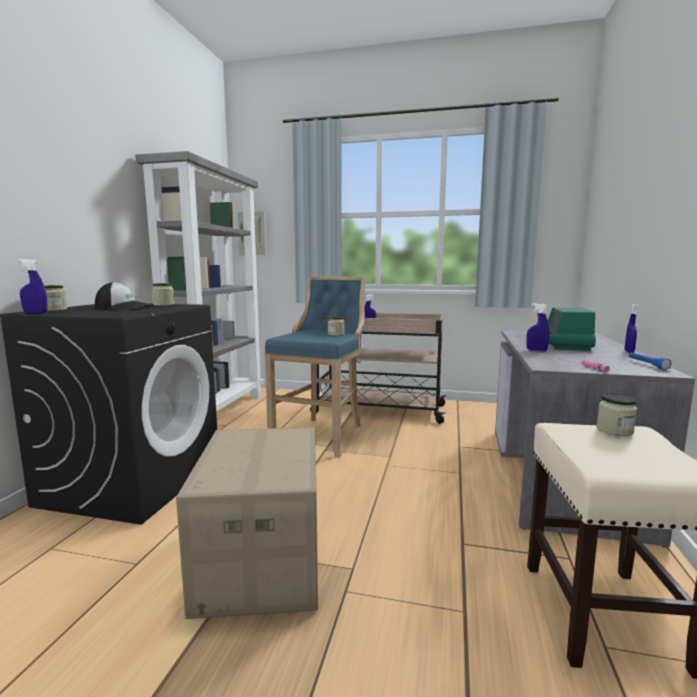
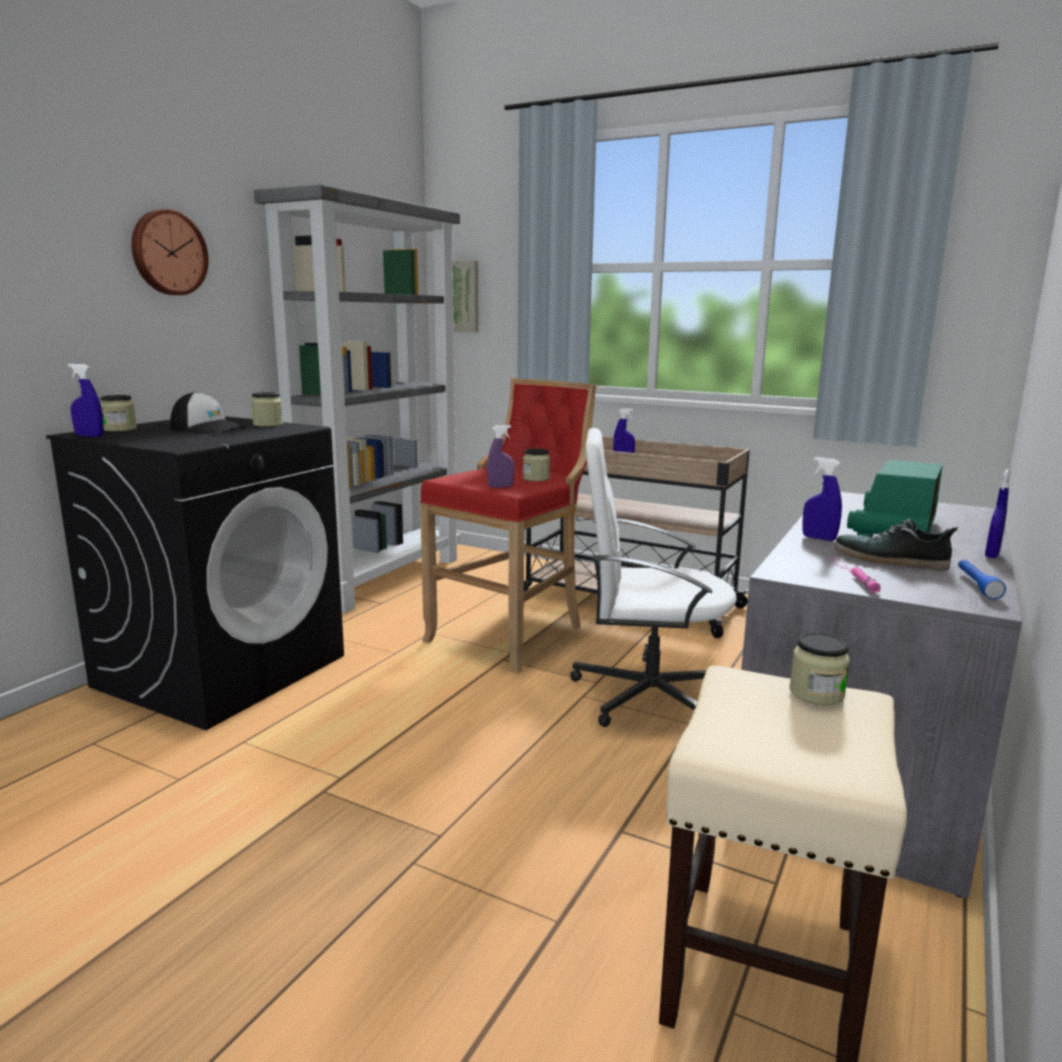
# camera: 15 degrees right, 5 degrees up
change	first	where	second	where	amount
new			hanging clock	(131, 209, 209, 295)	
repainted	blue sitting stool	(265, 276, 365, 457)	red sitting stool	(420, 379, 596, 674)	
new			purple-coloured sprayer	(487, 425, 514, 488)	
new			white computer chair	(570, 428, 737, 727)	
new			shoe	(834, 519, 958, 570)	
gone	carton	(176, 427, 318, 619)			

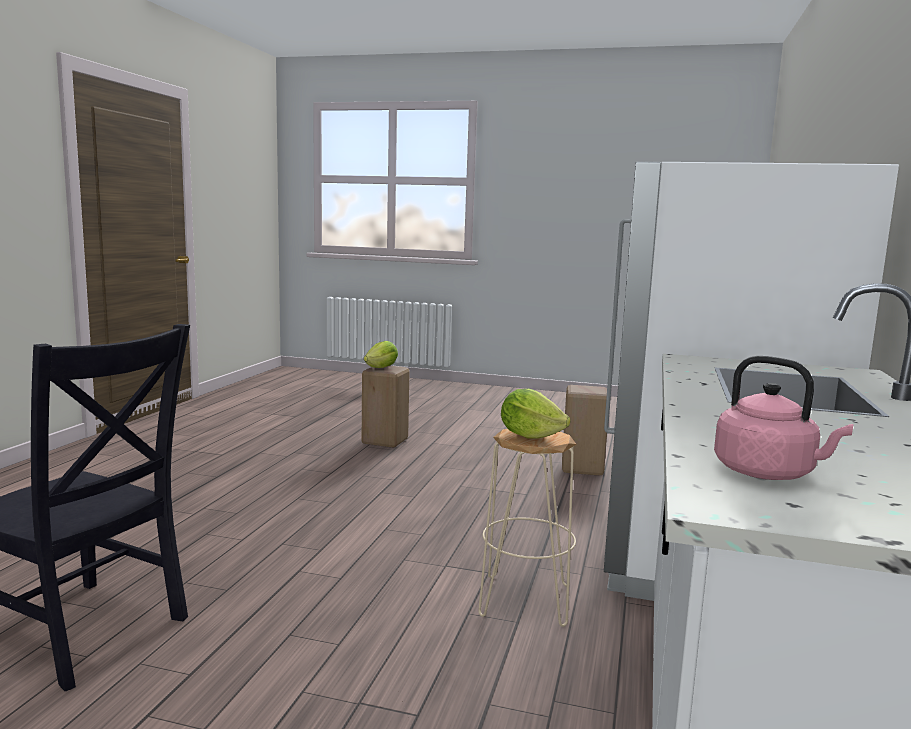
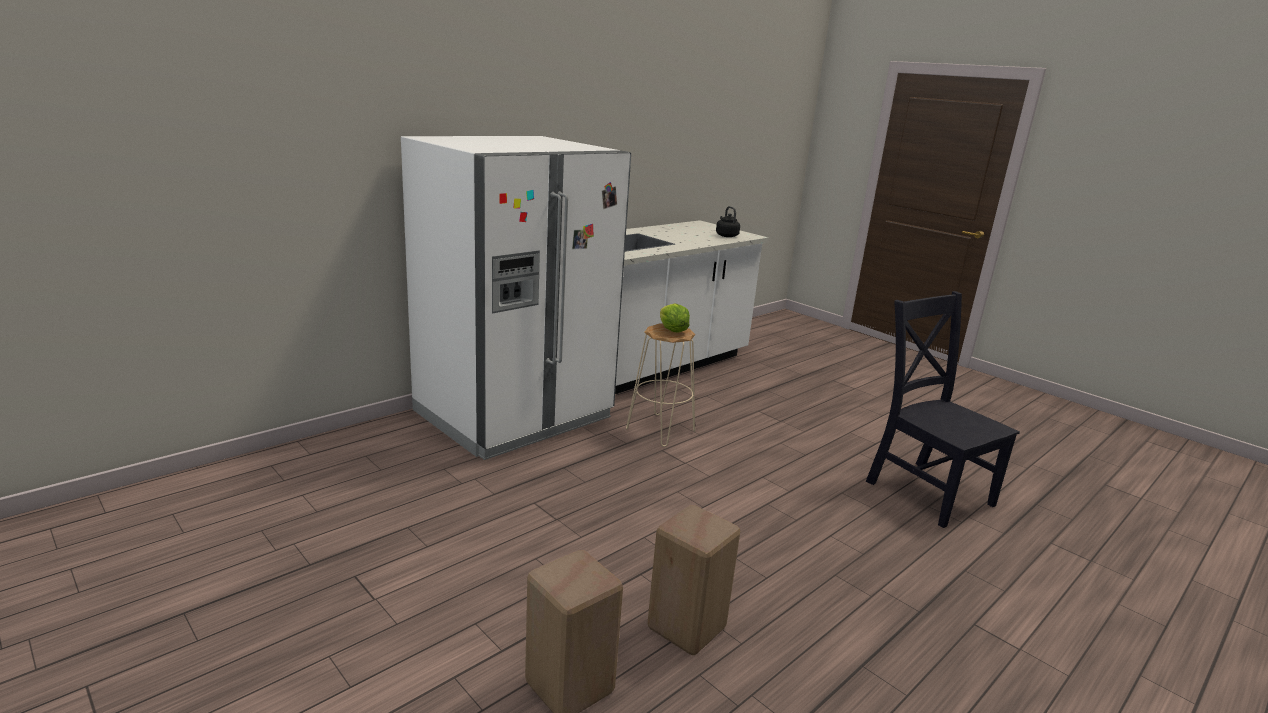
# camera: 150 degrees left, 10 degrees up
change	first	where	second	where	amount
shifted	sand-coloured sitting stool	(562, 385, 607, 476)		(647, 505, 740, 655)	
repainted	pink-coloured tea kettle	(714, 356, 853, 480)	blackish tea kettle	(716, 206, 740, 237)	
gone	lettuce head	(364, 341, 398, 368)			

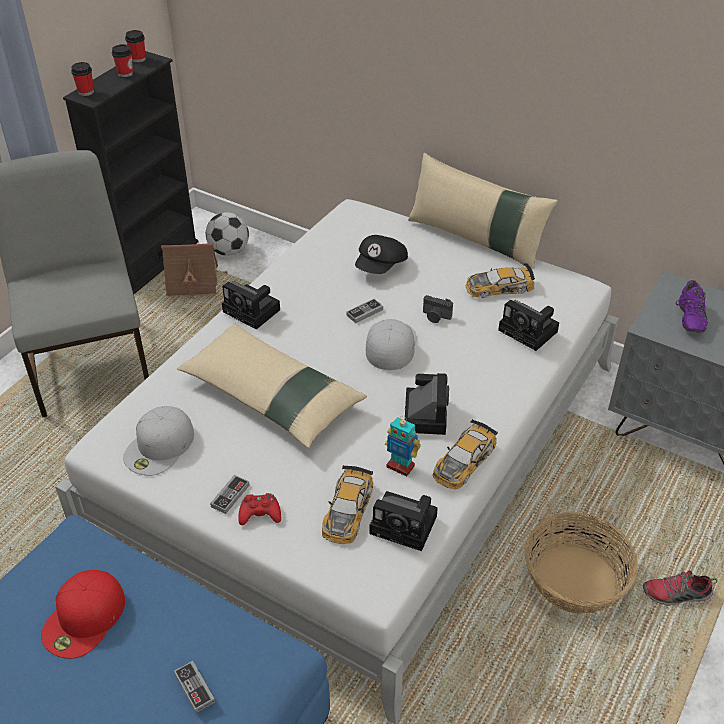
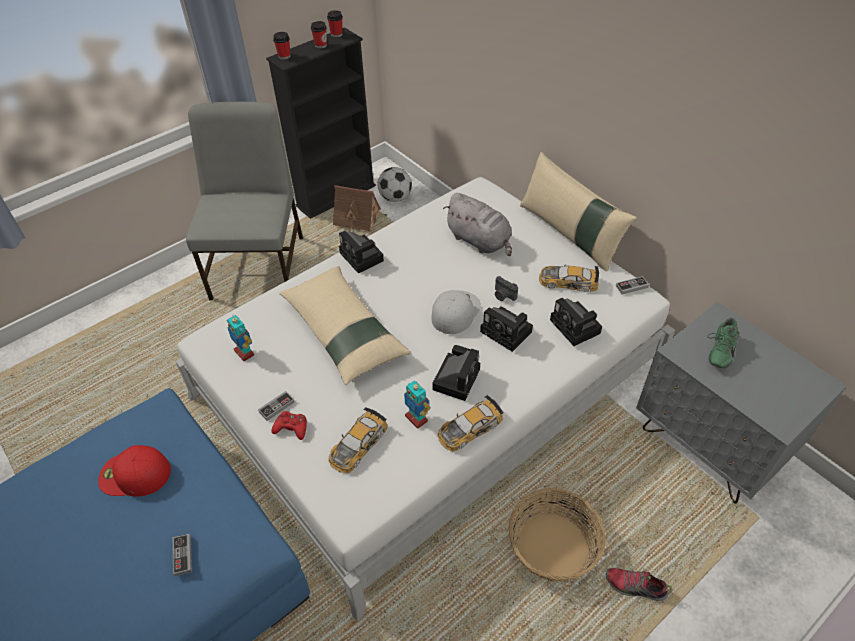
# camera: 20 degrees right, 5 degrees up
change	first	where	second	where	amount
rotated	red baseball cap	(41, 570, 125, 659)		(98, 445, 171, 497)	45 degrees clockwise
swapped	white baseball cap	(123, 406, 194, 476)	toy robot	(227, 315, 254, 361)	
swapped	blackish baseball cap	(355, 235, 408, 274)	gray cuddly toy	(443, 193, 512, 256)	
shifted	photo camera	(369, 491, 438, 551)		(480, 306, 533, 352)	
shifted	game controller	(347, 299, 383, 323)		(616, 276, 649, 294)	
repainted	purple-coloured shoe	(676, 280, 708, 333)	greenish shoe	(707, 318, 739, 368)	

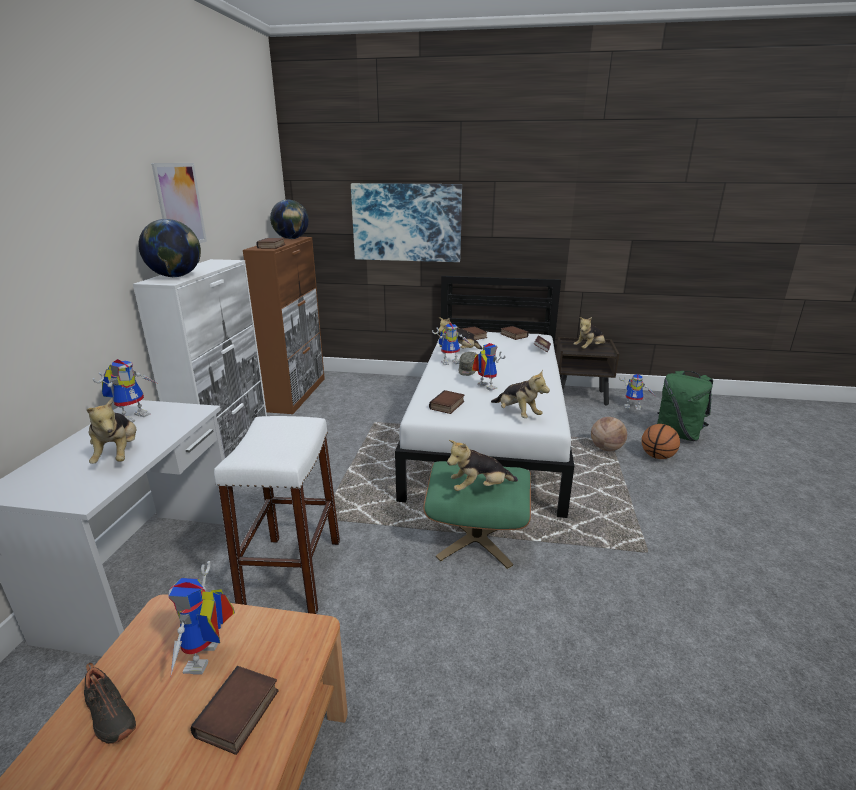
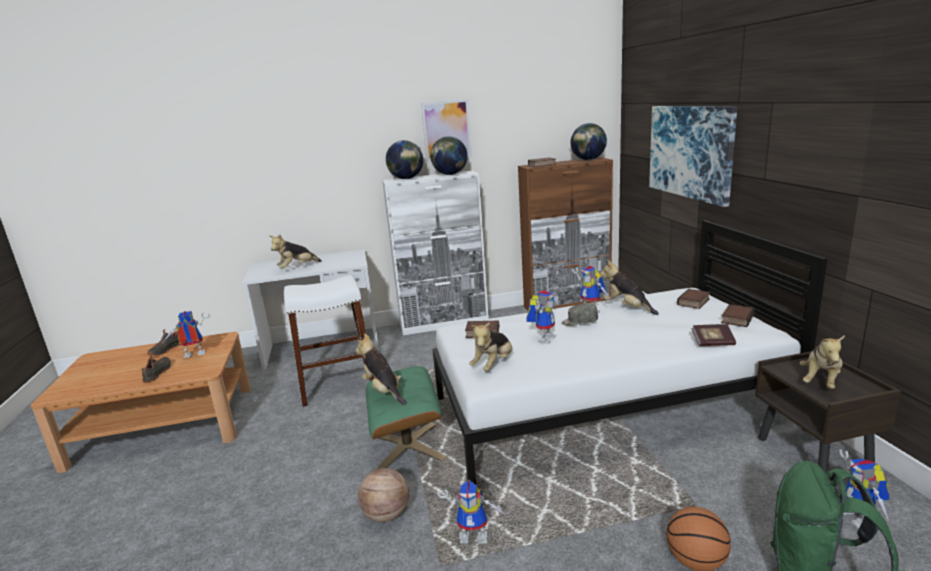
# camera: 70 degrees right, 5 degrees down
change	first	where	second	where	amount
swapped	bound book	(191, 666, 278, 755)	blackish shoe	(141, 355, 171, 382)	
shifted	basketball	(591, 417, 627, 451)		(358, 468, 409, 522)	
new			desk globe	(430, 136, 468, 175)	
shifted	toy robot	(93, 359, 157, 423)		(437, 480, 507, 544)	
rotated	cuddly toy	(574, 317, 605, 349)		(800, 335, 845, 389)	90 degrees counterclockwise

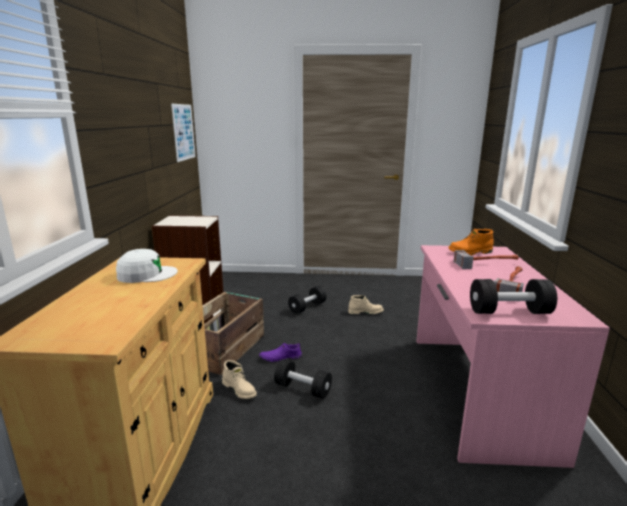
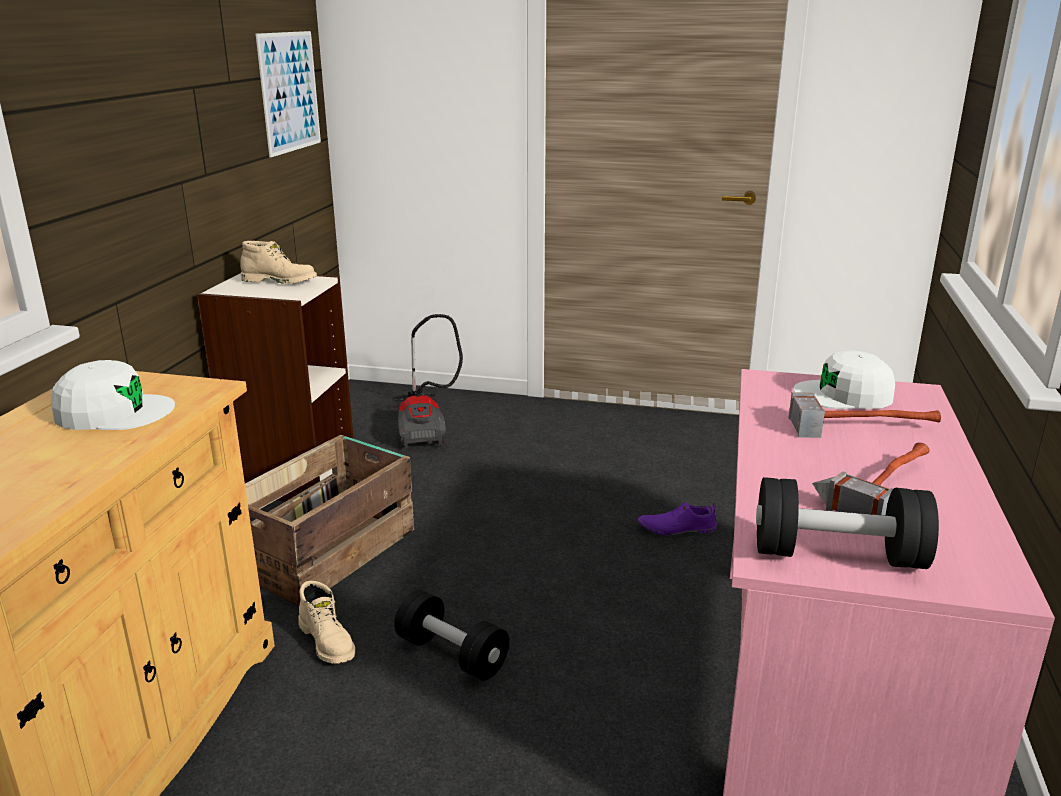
# camera: 10 degrees right, 5 degrees up
change	first	where	second	where	amount
shifted	sand-coloured boot	(348, 295, 384, 314)		(240, 241, 317, 284)	
new			vacuum cleaner	(392, 314, 463, 448)	
shifted	purple-coloured shoe	(259, 342, 302, 362)		(638, 502, 717, 535)	
swapped	orangey boot	(449, 229, 494, 255)	white baseball cap	(794, 351, 895, 409)	
gone	blackish free weight	(288, 286, 326, 314)			

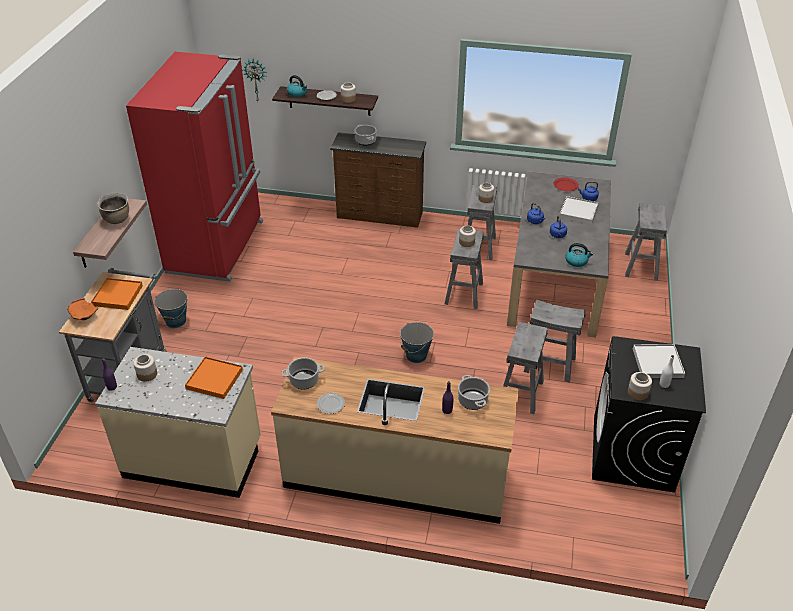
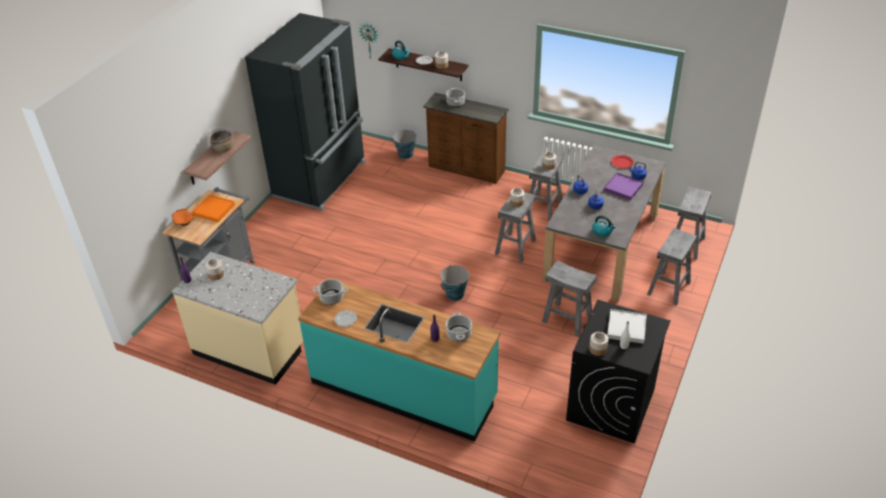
# camera: 15 degrees right, 0 degrees up
change	first	where	second	where	amount
repainted	red refrigerator	(126, 52, 263, 282)	blackish refrigerator	(245, 13, 366, 210)	
repainted	sand-coloured counter	(271, 357, 519, 524)	turquoise-coloured counter	(298, 278, 501, 442)	
shifted	water bucket	(155, 289, 187, 328)		(392, 130, 417, 159)	
repainted	white carrying tray	(559, 196, 598, 224)	purple-coloured carrying tray	(604, 173, 643, 200)	
shifted	gray sitting stool	(503, 322, 548, 414)		(647, 228, 697, 306)	
gone	orangey carrying tray	(185, 357, 243, 399)			

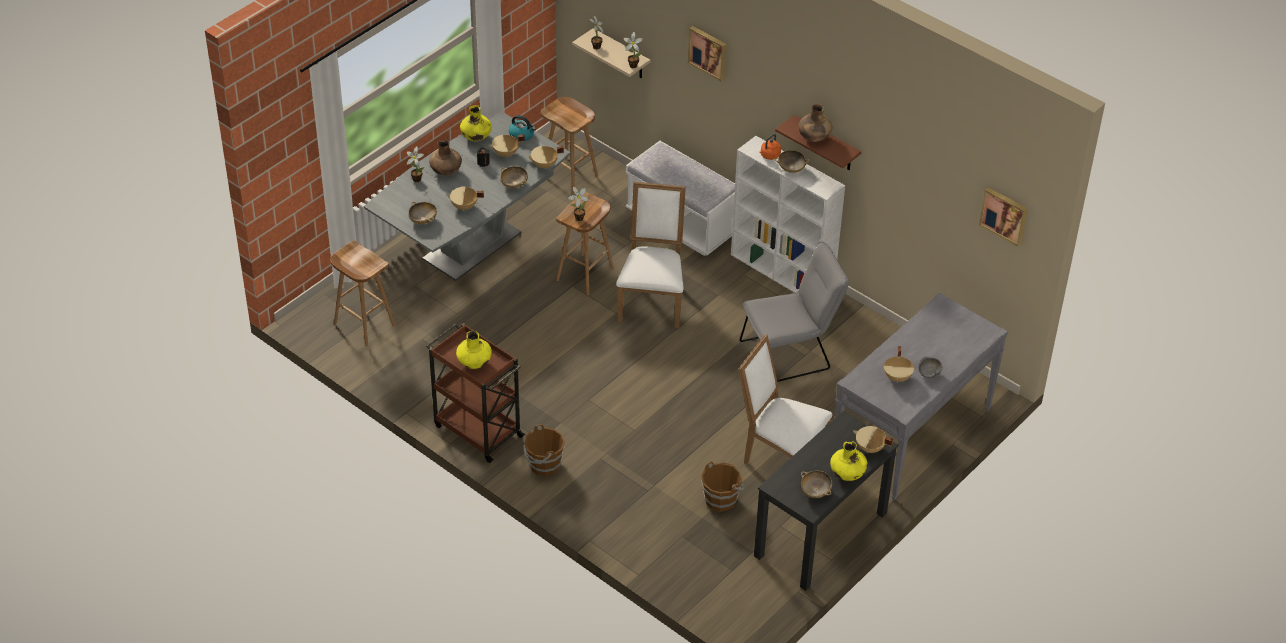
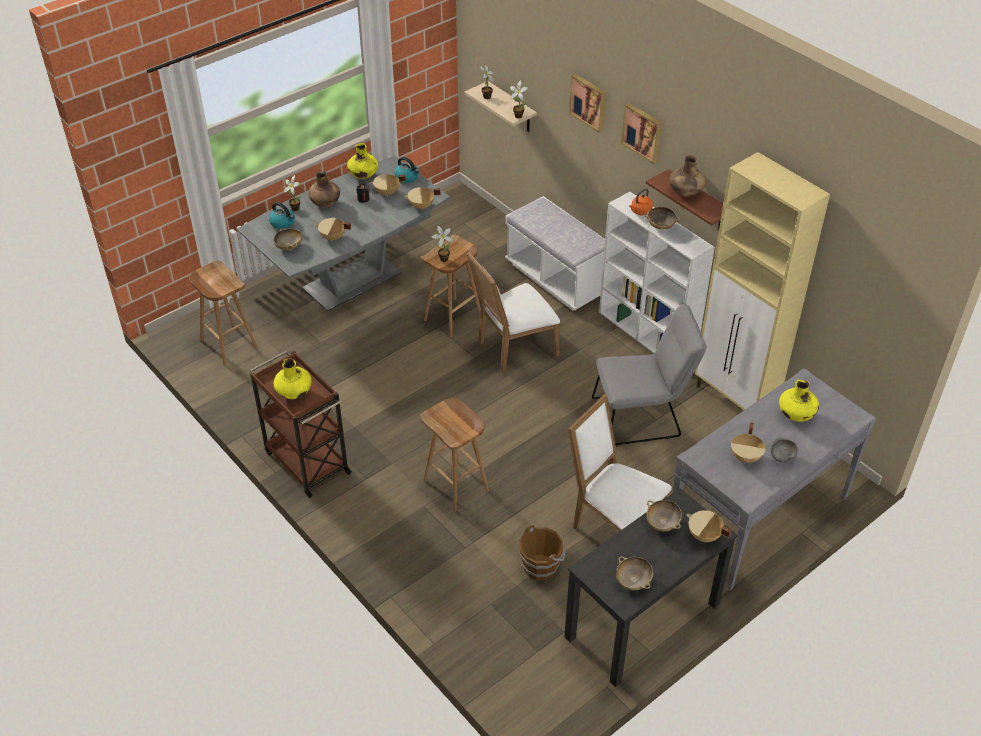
# camera: 10 degrees right, 0 degrees up
change	first	where	second	where	amount
new			tea kettle	(269, 202, 295, 229)	
shifted	brown sitting stool	(541, 97, 598, 194)		(420, 398, 489, 512)	
rotated	white upright chair	(616, 182, 686, 328)		(467, 252, 560, 372)	135 degrees counterclockwise
shifted	wall art	(979, 187, 1028, 247)		(621, 103, 662, 164)	
shifted	sand-coloured bowl	(500, 166, 528, 188)		(646, 500, 682, 531)	
new			sand-coloured cabinet	(695, 152, 830, 410)	
shifted	yellow-coloured vase	(830, 441, 868, 481)		(779, 379, 819, 422)	
gone	brown water bucket	(523, 424, 565, 476)			

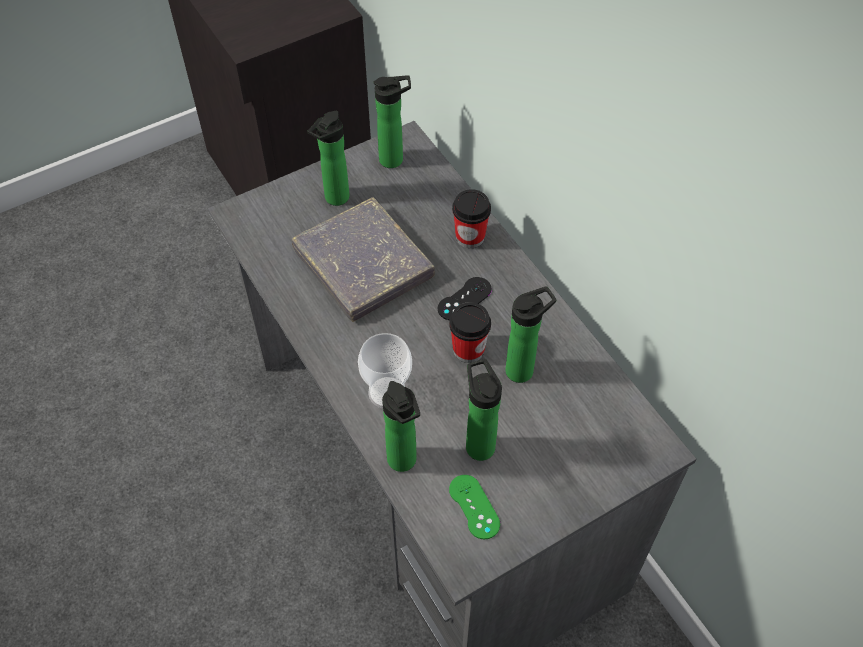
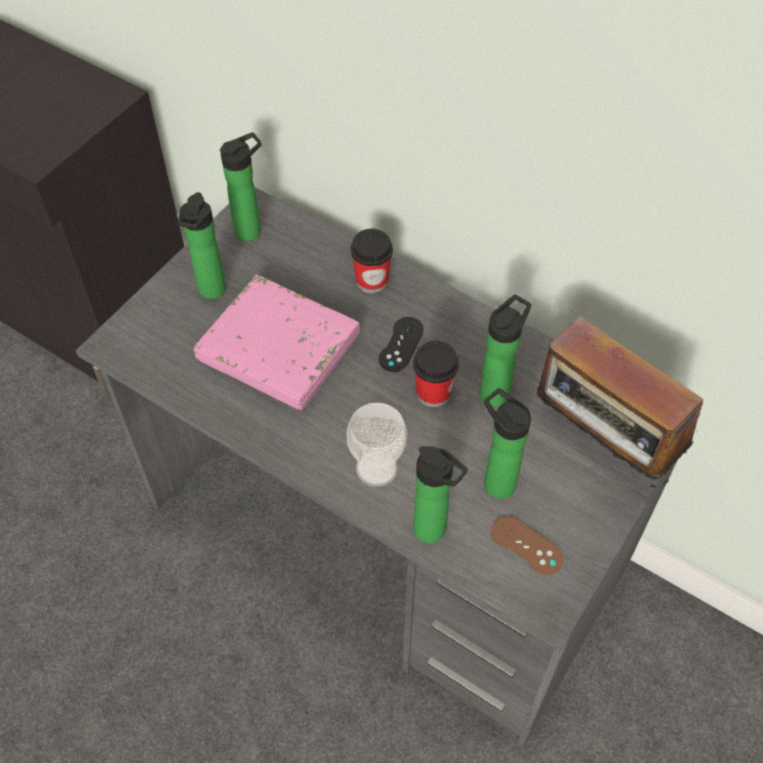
# camera: 25 degrees left, 0 degrees up
change	first	where	second	where	amount
repainted	gray bound book	(291, 197, 435, 322)	pink-coloured bound book	(194, 275, 360, 410)	
repainted	greenish game controller	(449, 475, 500, 539)	brown game controller	(491, 517, 563, 575)	
new			radio set	(537, 317, 703, 491)	

